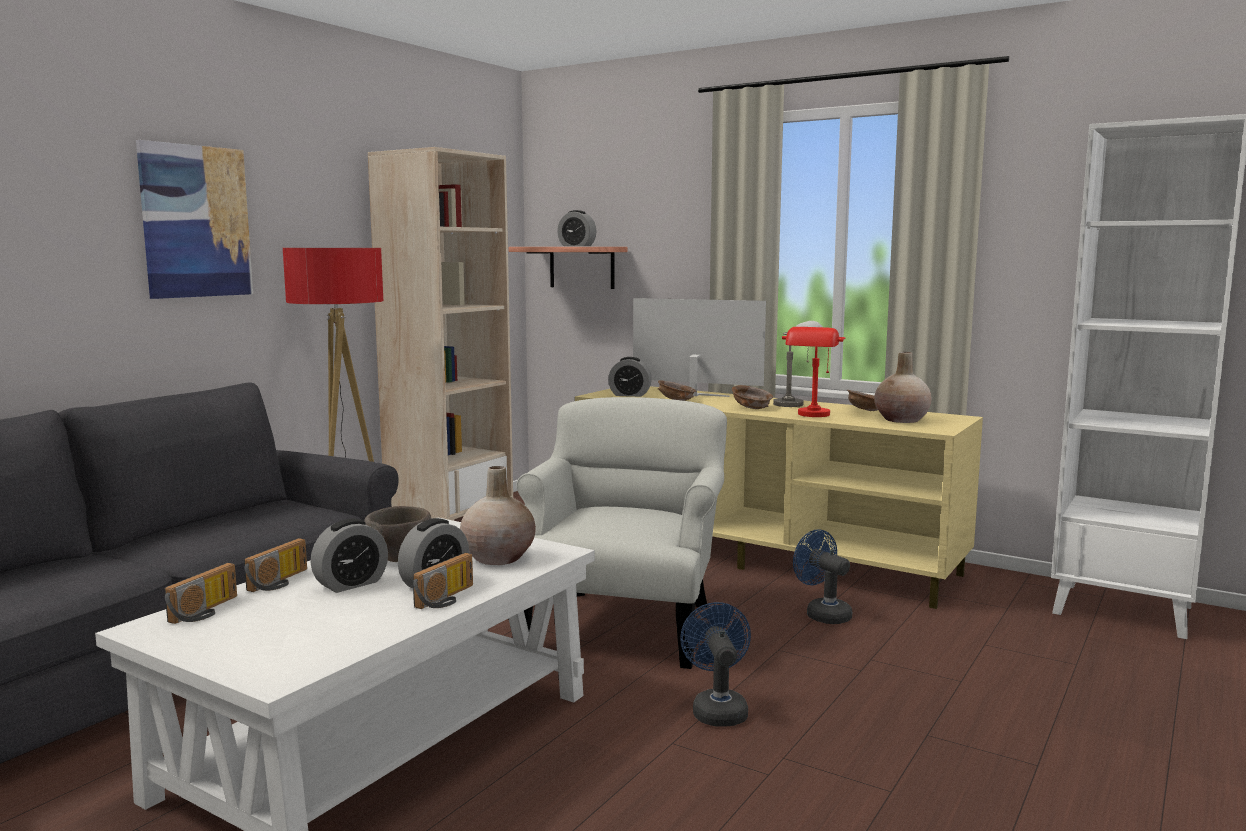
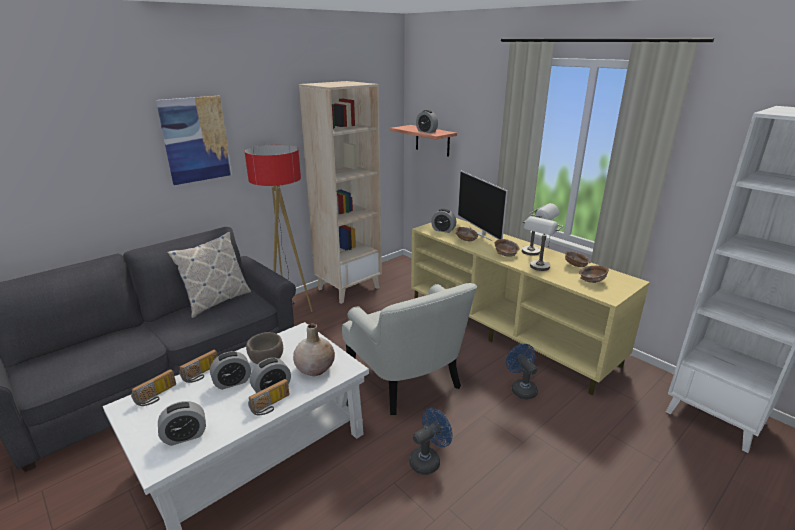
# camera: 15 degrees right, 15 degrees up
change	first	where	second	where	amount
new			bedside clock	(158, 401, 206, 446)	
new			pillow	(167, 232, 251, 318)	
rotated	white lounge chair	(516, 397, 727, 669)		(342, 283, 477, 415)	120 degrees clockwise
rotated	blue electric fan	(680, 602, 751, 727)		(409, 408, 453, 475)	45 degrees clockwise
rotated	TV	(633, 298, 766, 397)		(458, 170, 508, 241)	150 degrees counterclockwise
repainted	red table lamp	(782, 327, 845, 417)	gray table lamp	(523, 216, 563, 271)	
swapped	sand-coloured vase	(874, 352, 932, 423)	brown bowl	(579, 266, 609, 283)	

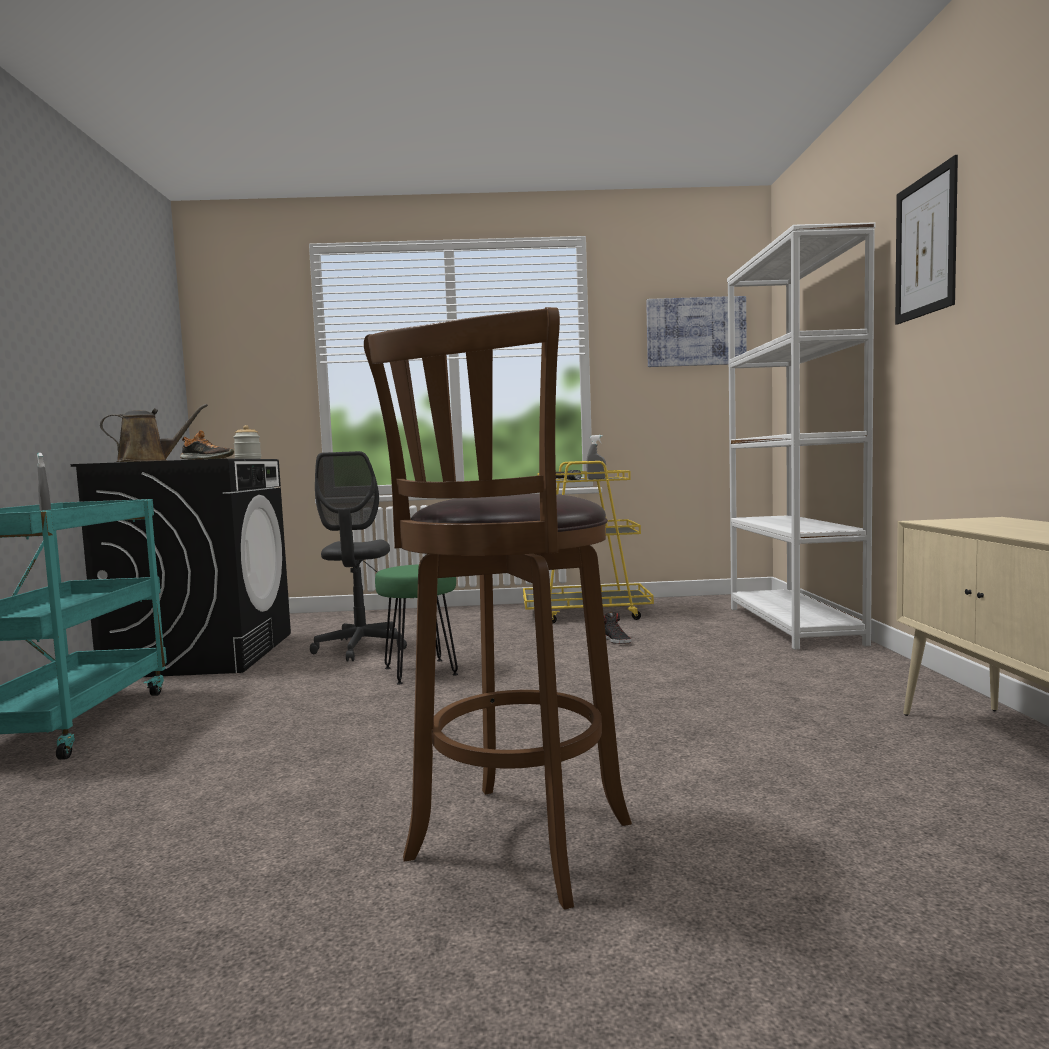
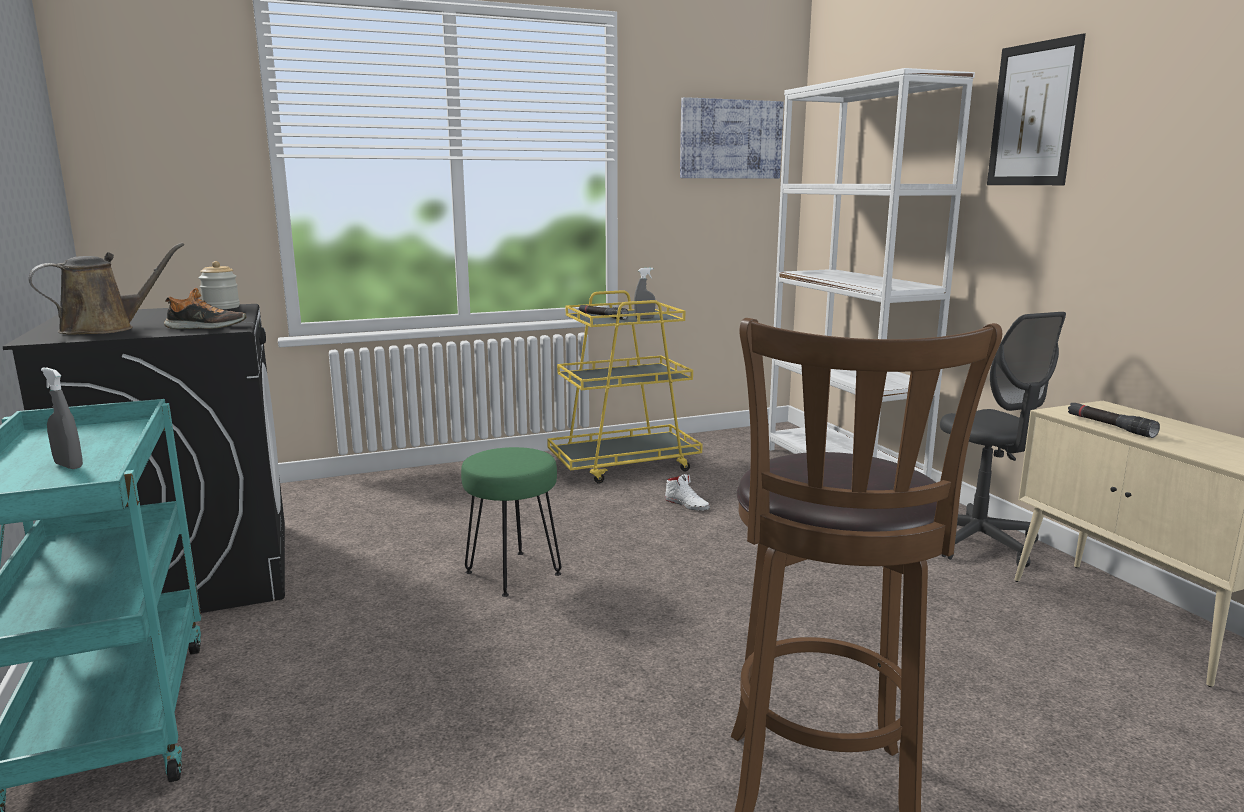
# camera: 20 degrees left, 10 degrees up
change	first	where	second	where	amount
repainted	blackish shoe	(604, 612, 631, 644)	white shoe	(665, 474, 710, 511)	
shifted	gray computer chair	(310, 451, 407, 662)		(940, 312, 1066, 567)	
new			blackish hand torch	(1068, 403, 1160, 438)	

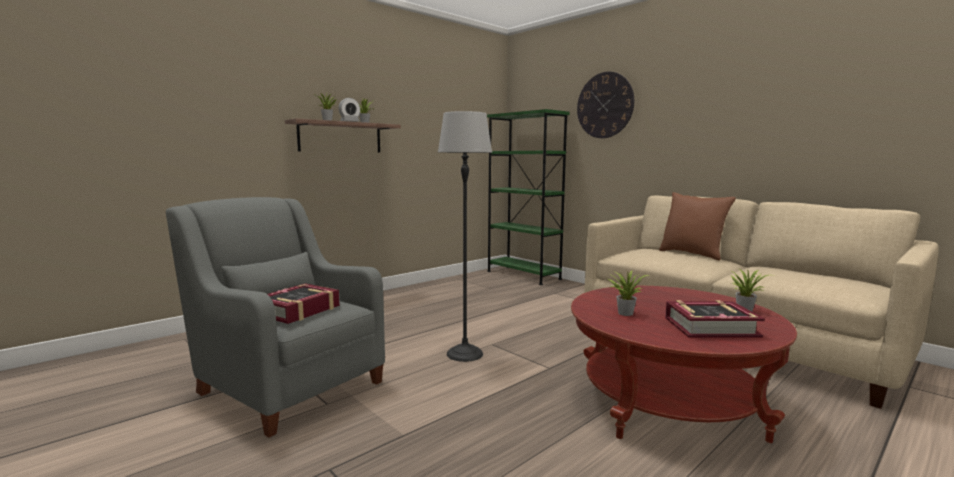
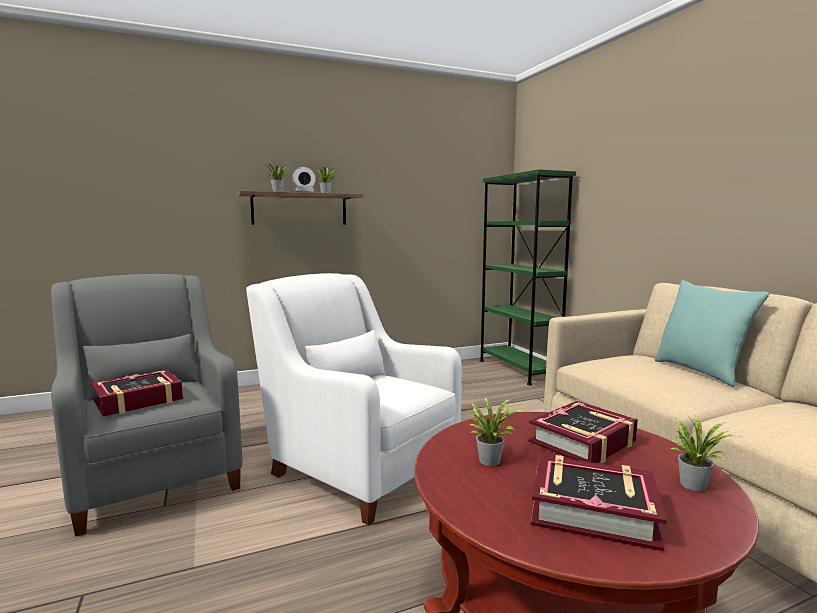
# camera: 20 degrees right, 0 degrees up
change	first	where	second	where	amount
swapped	standard lamp	(438, 111, 492, 362)	white lounge chair	(246, 273, 462, 525)	
new			bound book	(528, 401, 638, 464)	
repainted	brown pillow	(659, 192, 736, 261)	turquoise-coloured pillow	(655, 280, 769, 387)	
gone	hanging clock	(577, 72, 634, 138)			

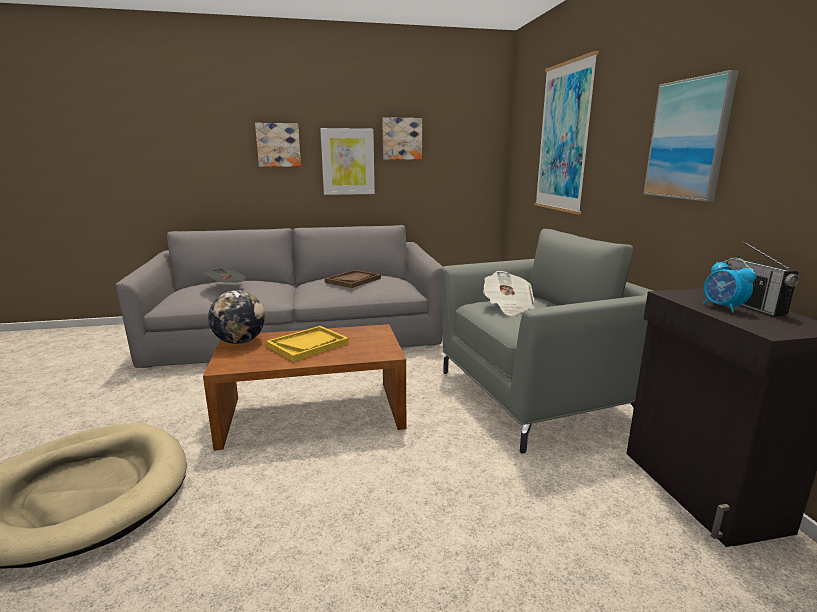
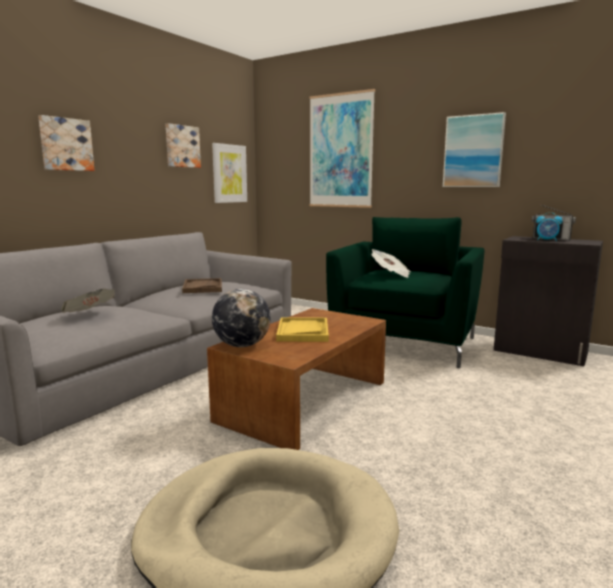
# camera: 45 degrees left, 5 degrees down
change	first	where	second	where	amount
shifted	wall art	(320, 128, 375, 195)		(212, 143, 247, 203)	
repainted	gray lounge chair	(442, 229, 653, 453)	greenish lounge chair	(326, 217, 485, 368)	

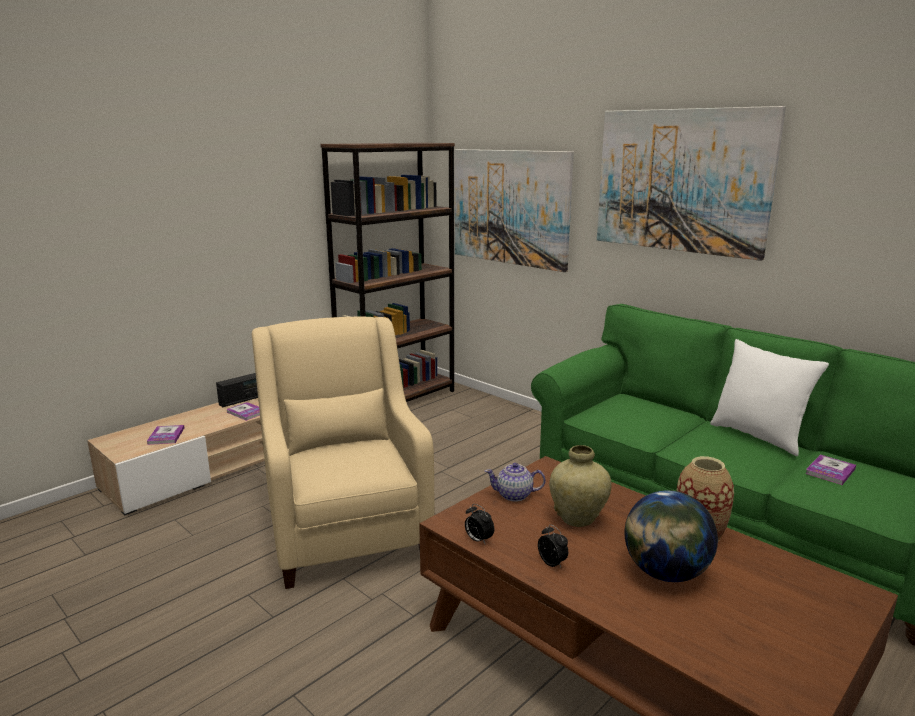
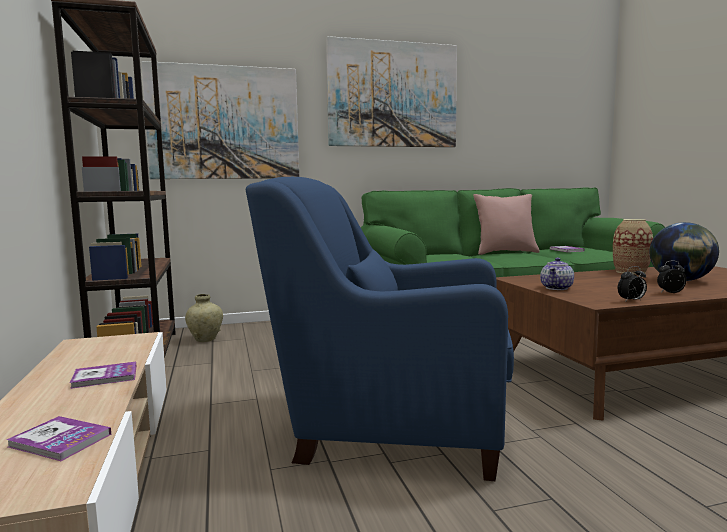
# camera: 60 degrees left, 10 degrees down
change	first	where	second	where	amount
shifted	sand-coloured vase	(549, 445, 612, 527)		(185, 294, 223, 342)	
repainted	sand-coloured lounge chair	(252, 317, 435, 589)	blue lounge chair	(246, 177, 514, 481)	
repainted	white pillow	(710, 339, 829, 456)	pink-coloured pillow	(473, 194, 540, 255)	
gone	radio set	(216, 373, 258, 407)			

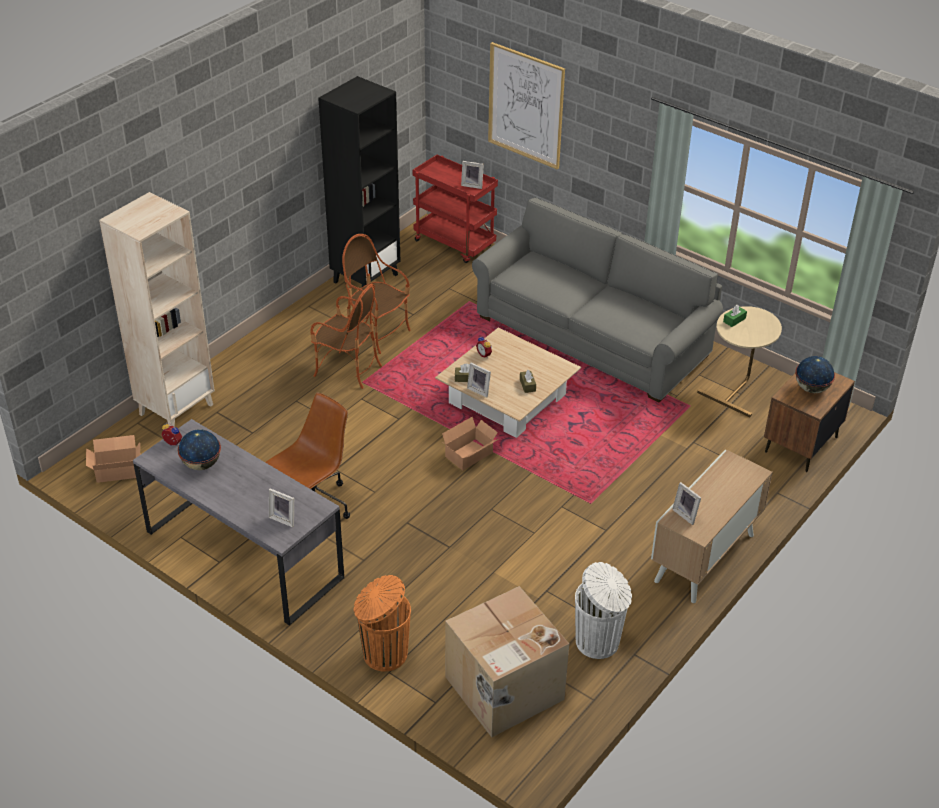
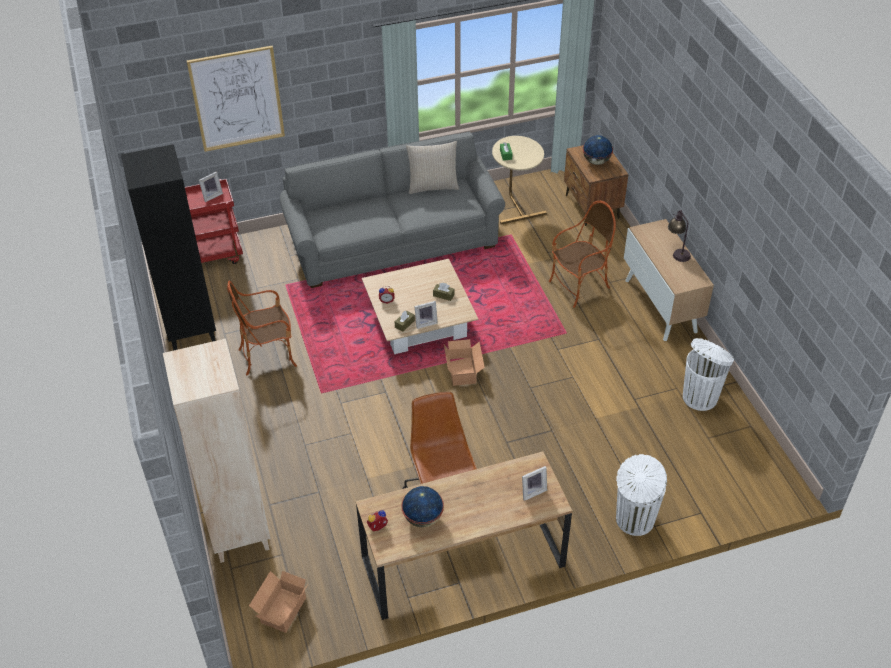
# camera: 55 degrees left, 5 degrees up
change	first	where	second	where	amount
repainted	gray desk unit	(133, 419, 344, 626)	brown desk unit	(356, 452, 572, 620)	
new			sand-coloured pillow	(406, 141, 459, 194)	
shifted	lounge chair	(310, 284, 382, 389)		(549, 201, 616, 308)	
repainted	orangey trash can	(354, 575, 411, 672)	white trash can	(616, 454, 667, 536)	
new			table lamp	(668, 210, 691, 262)	
gone	carton	(445, 586, 569, 737)			
gone	picture frame	(672, 482, 701, 525)			

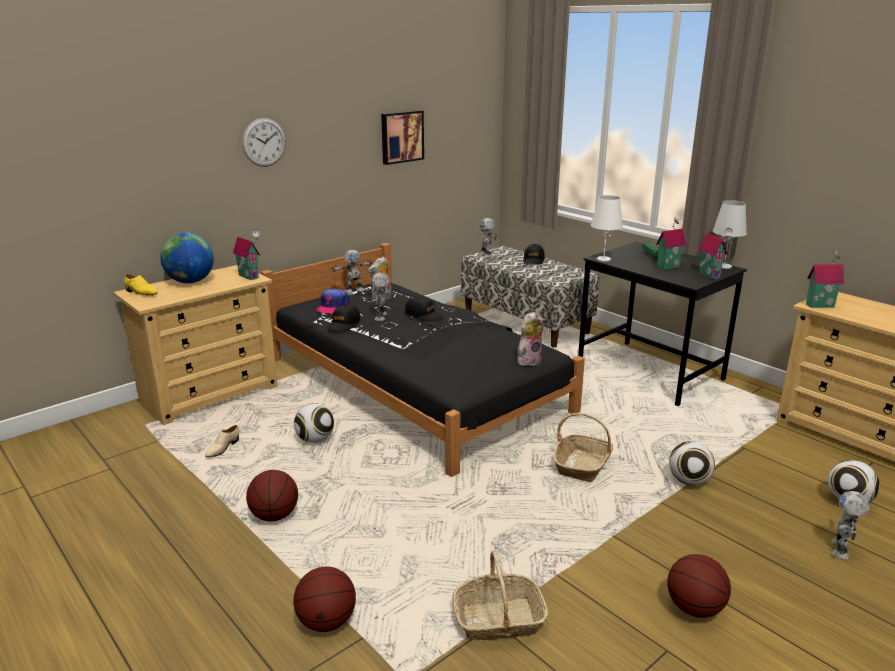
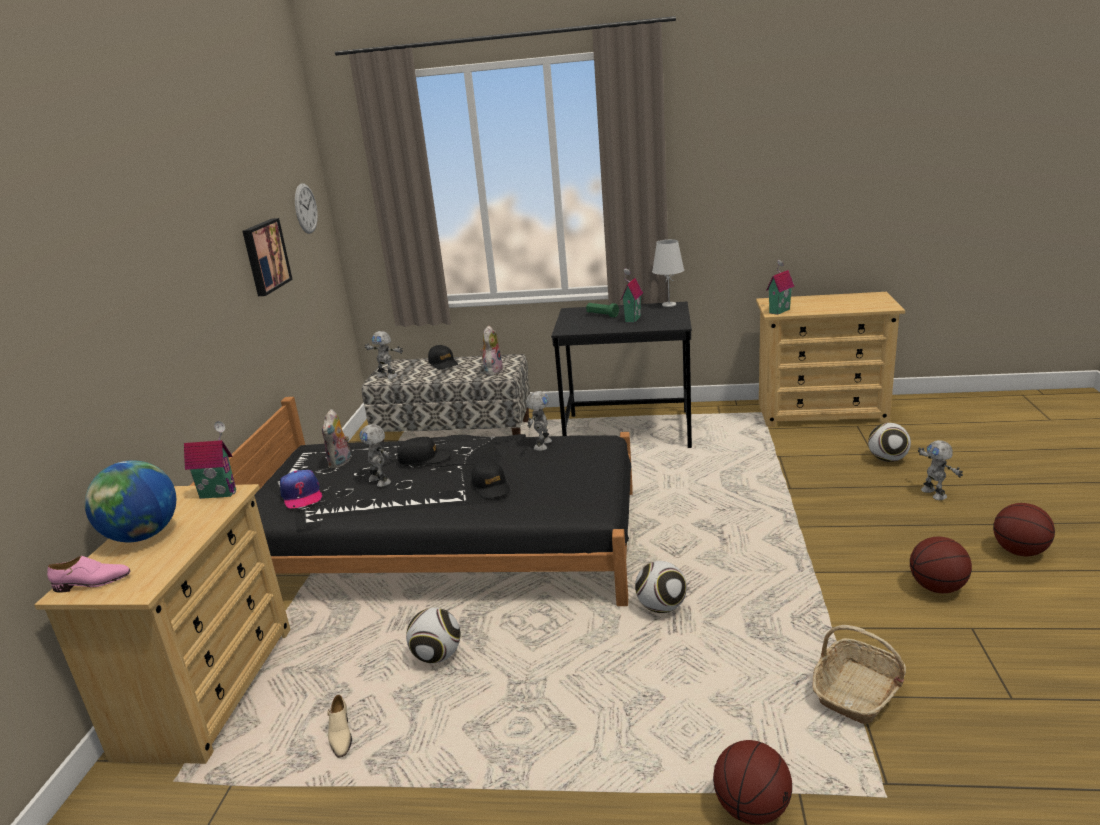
# camera: 40 degrees left, 0 degrees up
change	first	where	second	where	amount
repainted	yellow-coloured shoe	(124, 274, 157, 296)	pink-coloured shoe	(47, 556, 130, 593)	
shifted	hanging clock	(242, 118, 286, 167)		(295, 184, 318, 234)	
shifted	blackish baseball cap	(328, 304, 361, 331)		(471, 460, 510, 499)	
shifted	cuddly toy	(517, 312, 545, 366)		(480, 326, 503, 376)	
shifted	toy robot	(332, 250, 372, 294)		(526, 391, 552, 451)	
shifted	football	(669, 441, 715, 485)		(635, 561, 687, 613)	
shifted	basketball	(246, 470, 298, 522)		(993, 503, 1055, 556)	
gone	basket	(554, 413, 614, 482)			
gone	white table lamp	(591, 195, 623, 261)			
gone	model house	(698, 228, 733, 279)			

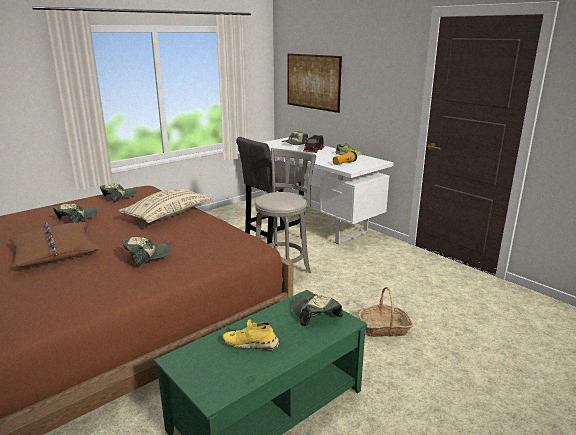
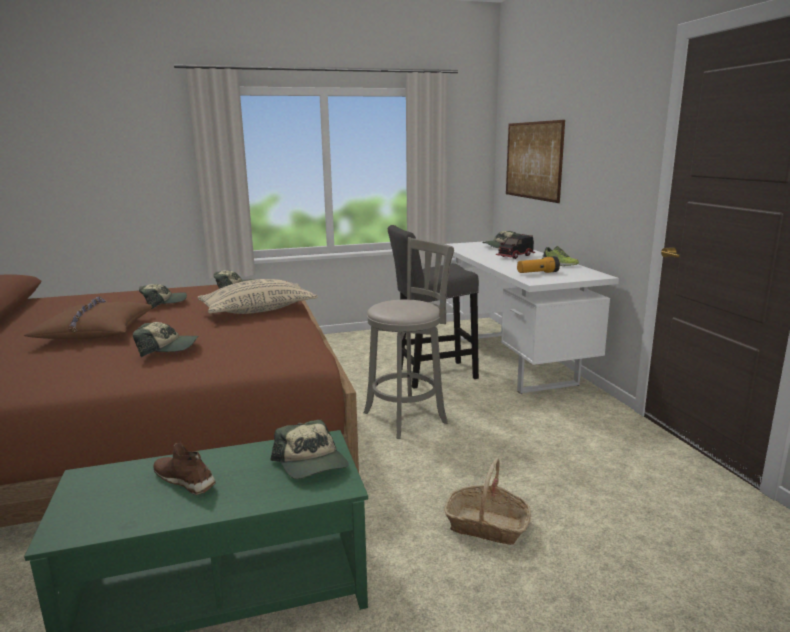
# camera: 25 degrees right, 5 degrees down
change	first	where	second	where	amount
repainted	yellow-coloured shoe	(223, 319, 279, 350)	brown shoe	(153, 443, 216, 495)	
rotated	baseball cap	(292, 294, 343, 326)		(270, 420, 349, 479)	150 degrees clockwise

